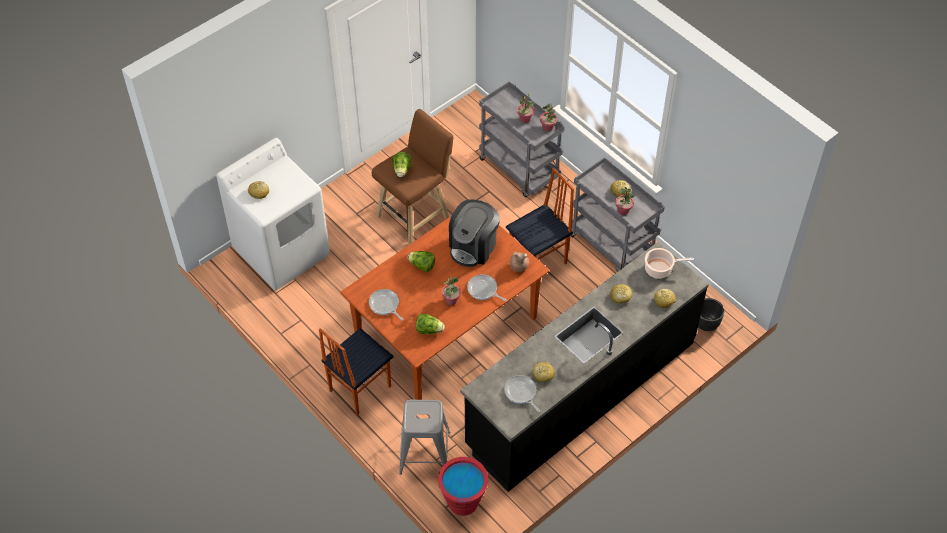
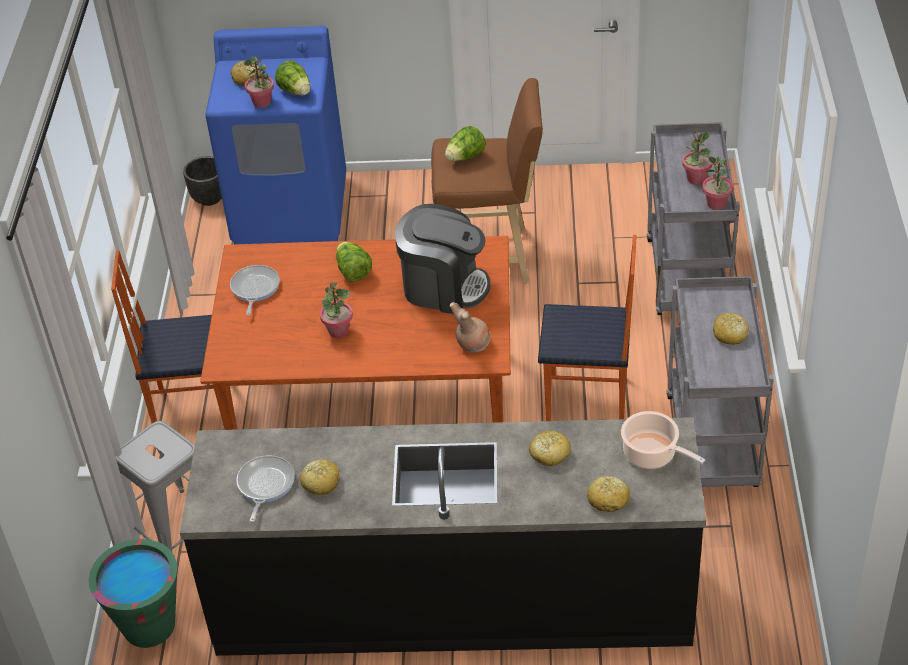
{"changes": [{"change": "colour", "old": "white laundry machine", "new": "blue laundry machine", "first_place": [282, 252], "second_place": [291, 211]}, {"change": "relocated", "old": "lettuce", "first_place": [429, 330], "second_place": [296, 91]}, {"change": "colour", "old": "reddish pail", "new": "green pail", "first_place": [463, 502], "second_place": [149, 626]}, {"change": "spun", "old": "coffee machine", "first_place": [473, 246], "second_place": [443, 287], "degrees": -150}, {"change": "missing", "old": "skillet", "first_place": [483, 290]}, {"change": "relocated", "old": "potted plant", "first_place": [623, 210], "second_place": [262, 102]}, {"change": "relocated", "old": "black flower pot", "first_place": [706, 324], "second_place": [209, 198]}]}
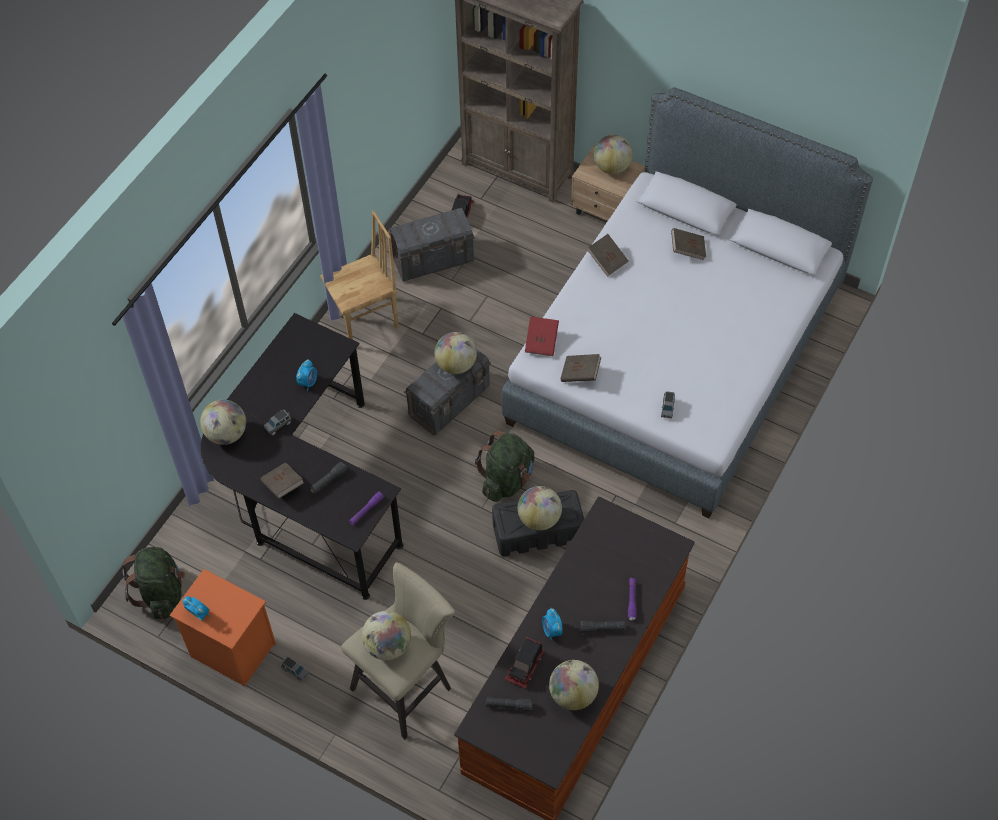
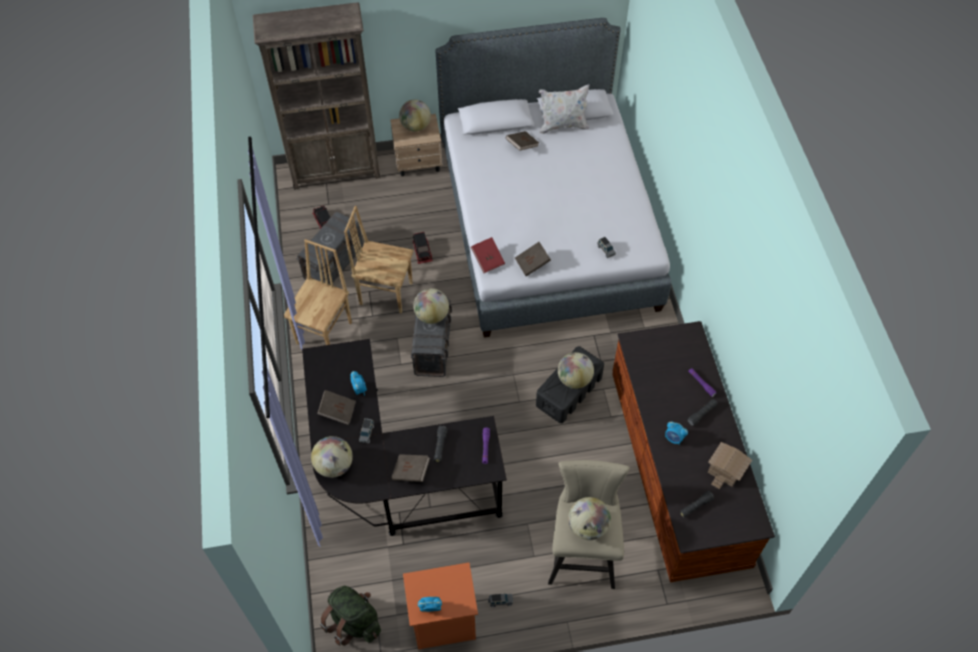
{"changes": [{"change": "missing", "old": "green backpack", "first_place": [507, 480]}, {"change": "relocated", "old": "toy truck", "first_place": [525, 666], "second_place": [423, 252]}, {"change": "exchanged", "old": "globe", "new": "toy house", "first_place": [573, 694], "second_place": [725, 469]}, {"change": "relocated", "old": "brownish volume", "first_place": [607, 260], "second_place": [337, 411]}, {"change": "appeared", "new": "brownish plain chair", "second_place": [386, 293]}, {"change": "appeared", "new": "white pillow", "second_place": [562, 125]}]}
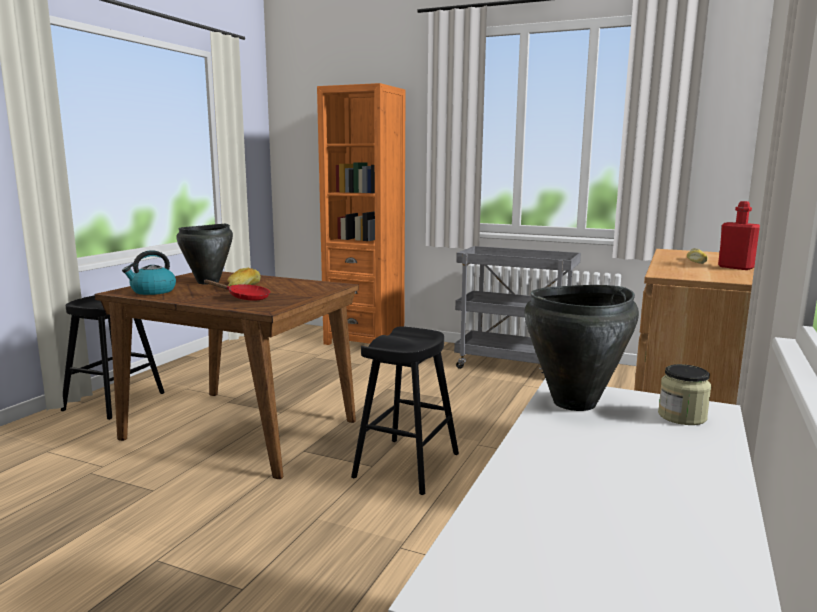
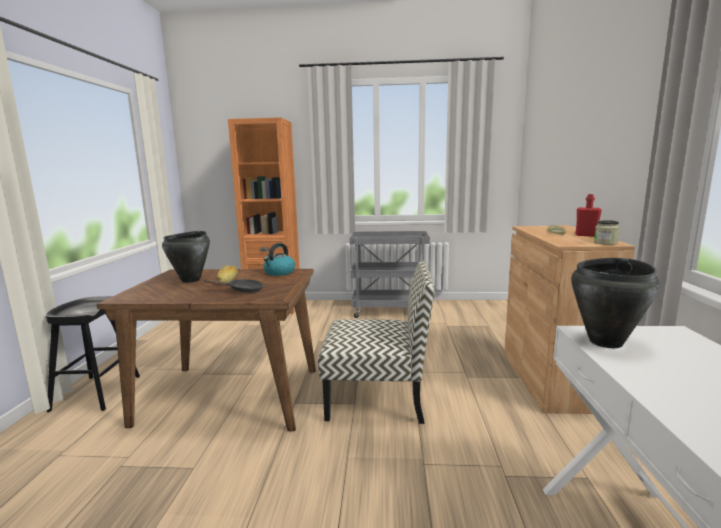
{"changes": [{"change": "relocated", "old": "tea kettle", "first_place": [152, 291], "second_place": [279, 272]}, {"change": "colour", "old": "reddish skillet", "new": "black skillet", "first_place": [244, 298], "second_place": [242, 290]}, {"change": "exchanged", "old": "black stool seat", "new": "plain chair", "first_place": [407, 465], "second_place": [378, 397]}, {"change": "relocated", "old": "storage jar", "first_place": [682, 416], "second_place": [605, 243]}]}
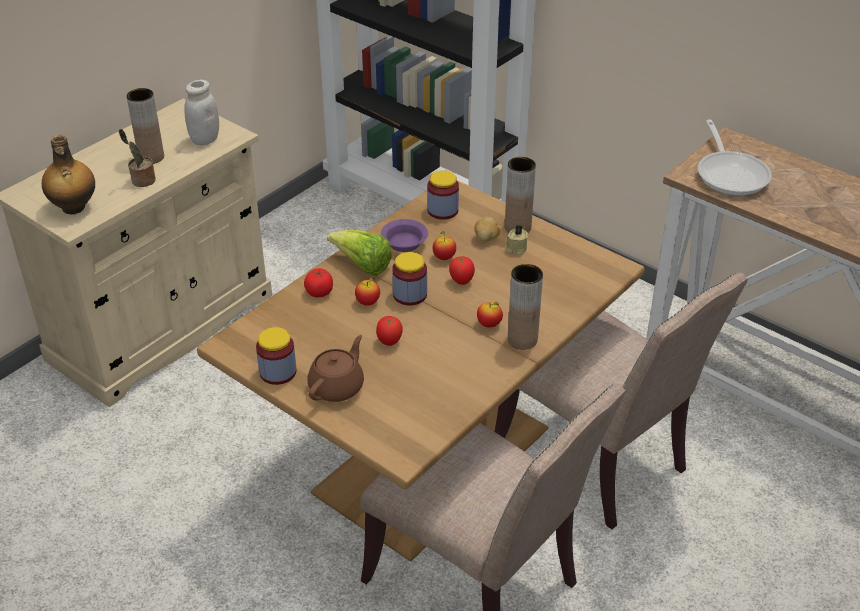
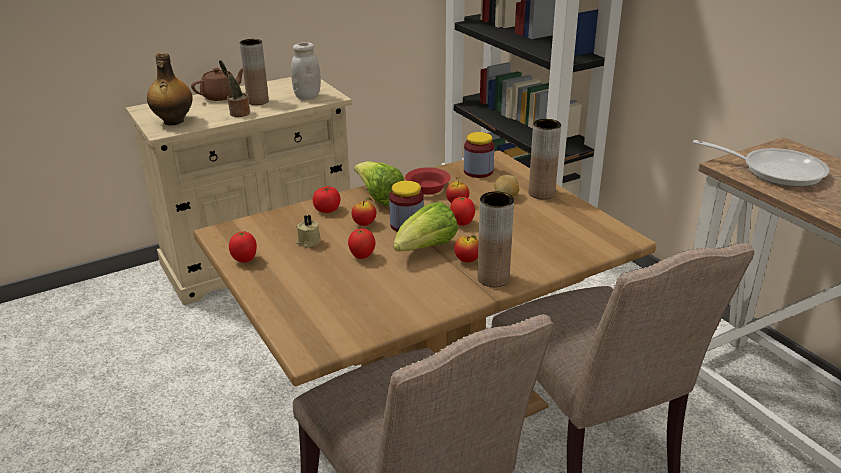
{"changes": [{"change": "exchanged", "old": "storage jar", "new": "fresh tomato", "first_place": [278, 372], "second_place": [245, 260]}, {"change": "relocated", "old": "brownish pot for tea", "first_place": [337, 387], "second_place": [221, 96]}, {"change": "colour", "old": "purple deep dish", "new": "reddish deep dish", "first_place": [403, 243], "second_place": [427, 188]}, {"change": "relocated", "old": "sand-coloured wax candle", "first_place": [516, 248], "second_place": [308, 242]}, {"change": "spun", "old": "skillet", "first_place": [731, 174], "second_place": [775, 171], "degrees": -75}, {"change": "appeared", "new": "lettuce", "second_place": [426, 249]}]}
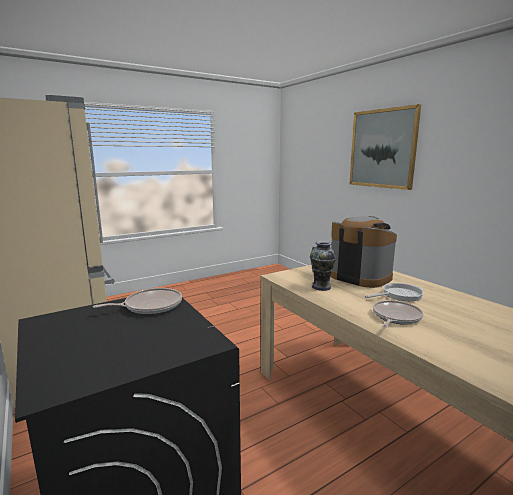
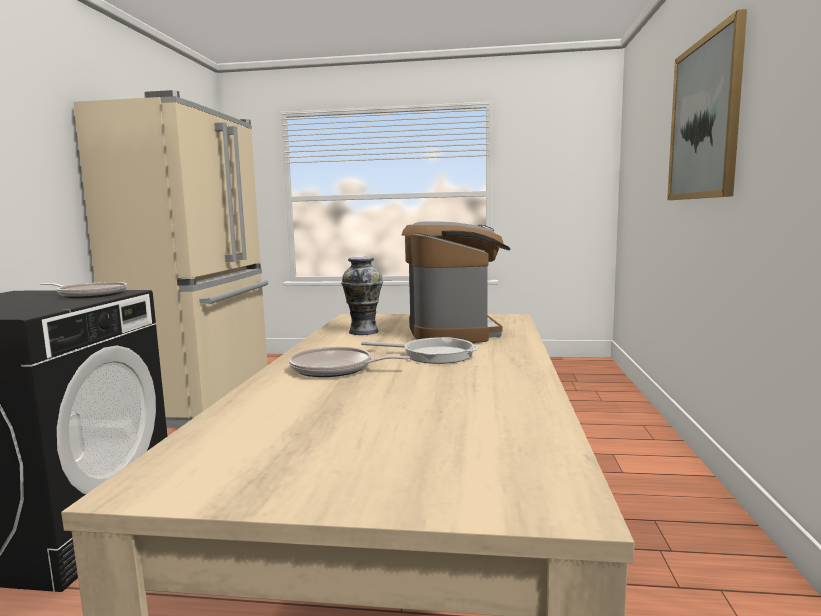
{"changes": [{"change": "spun", "old": "skillet", "first_place": [395, 317], "second_place": [336, 369], "degrees": -150}]}
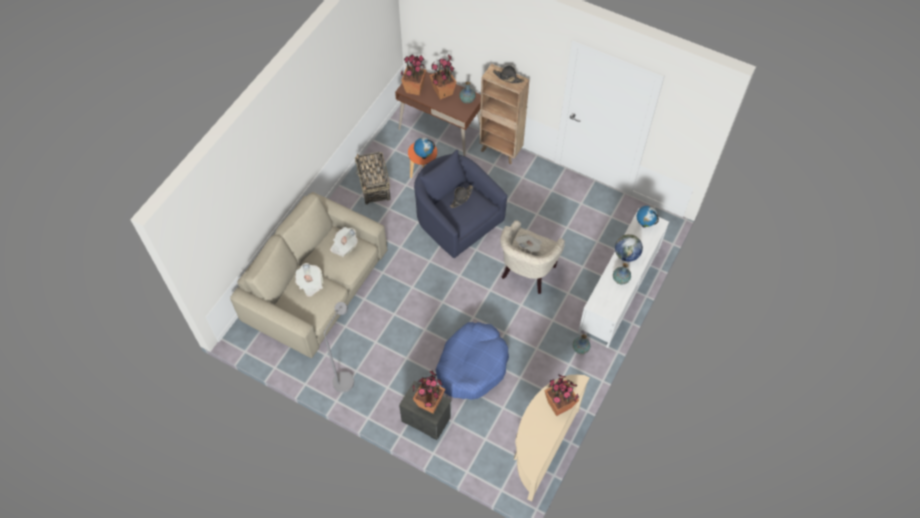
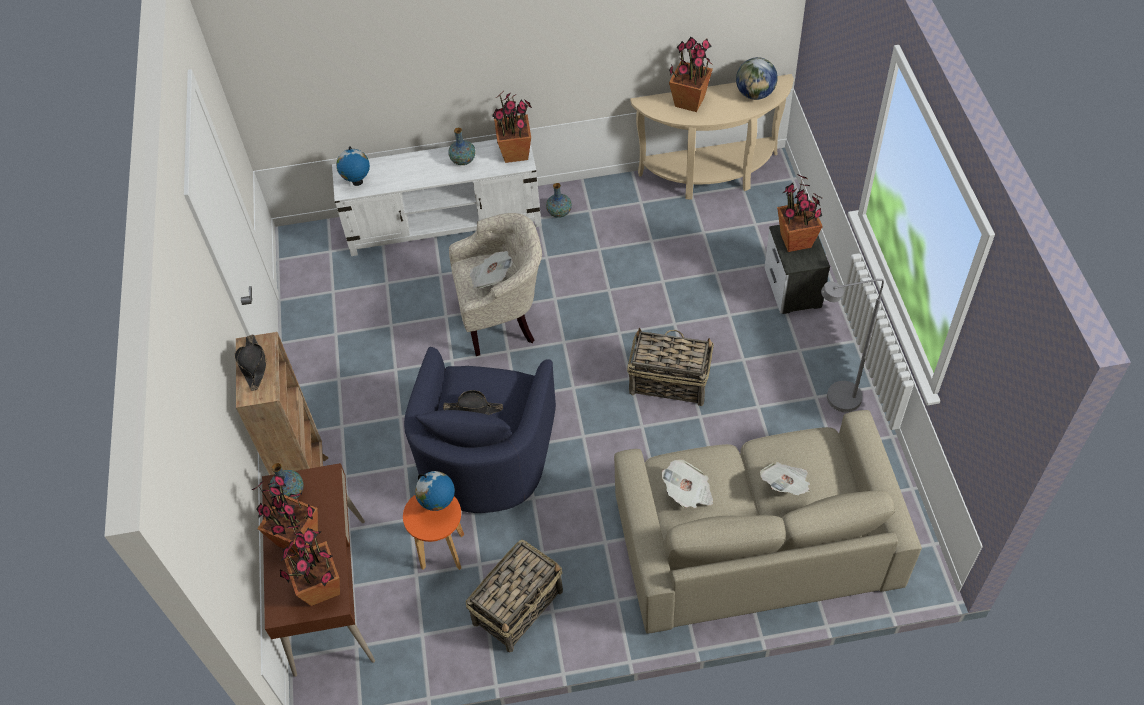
{"changes": [{"change": "missing", "old": "blue dog cushion", "first_place": [472, 365]}, {"change": "relocated", "old": "globe", "first_place": [626, 255], "second_place": [755, 94]}, {"change": "appeared", "new": "potted plant", "second_place": [515, 153]}, {"change": "appeared", "new": "household basket", "second_place": [668, 381]}]}
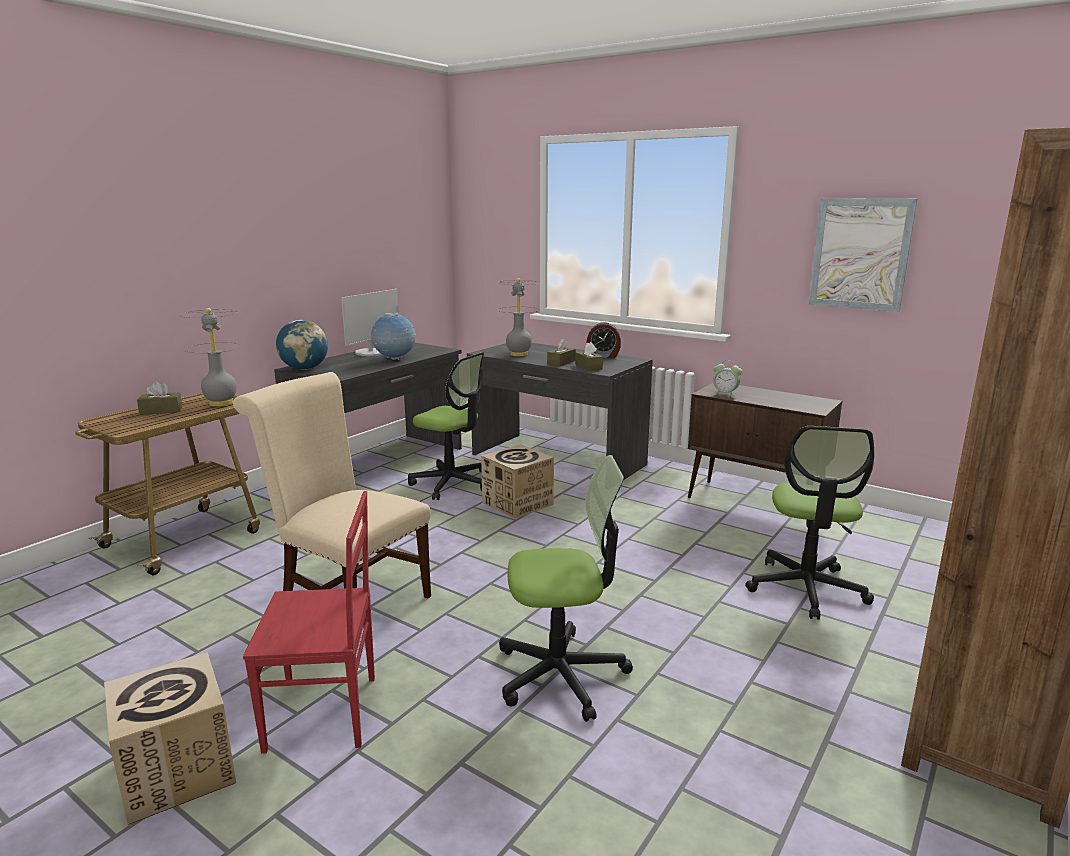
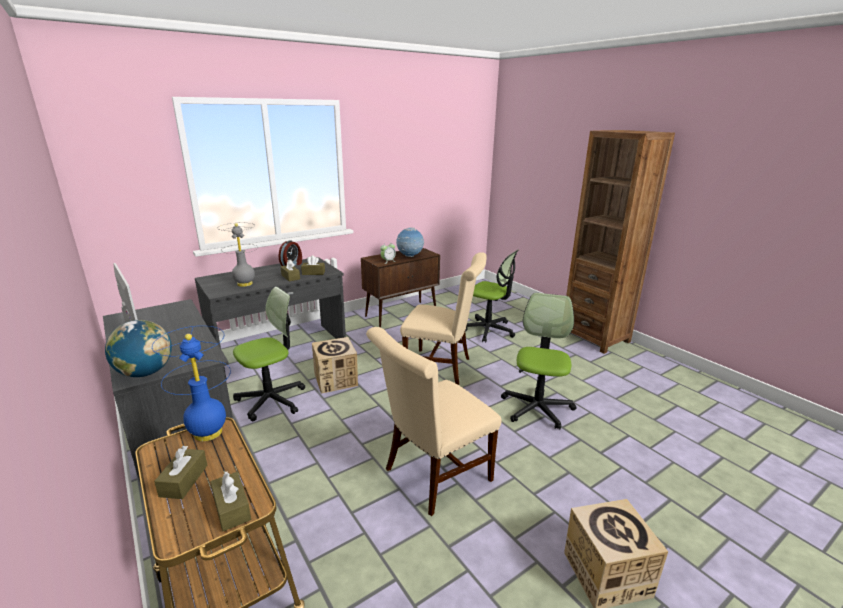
{"changes": [{"change": "colour", "old": "greyish table lamp", "new": "blue table lamp", "first_place": [221, 403], "second_place": [208, 432]}, {"change": "missing", "old": "reddish plain chair", "first_place": [324, 714]}, {"change": "relocated", "old": "globe", "first_place": [395, 359], "second_place": [410, 257]}, {"change": "missing", "old": "picture", "first_place": [860, 254]}, {"change": "appeared", "new": "brownish tissue box", "second_place": [232, 508]}, {"change": "appeared", "new": "sand-coloured plain chair", "second_place": [442, 367]}]}
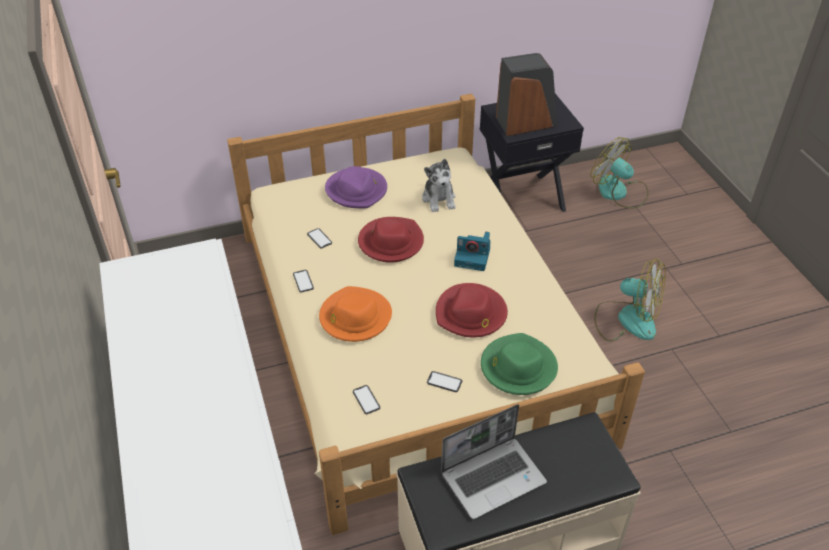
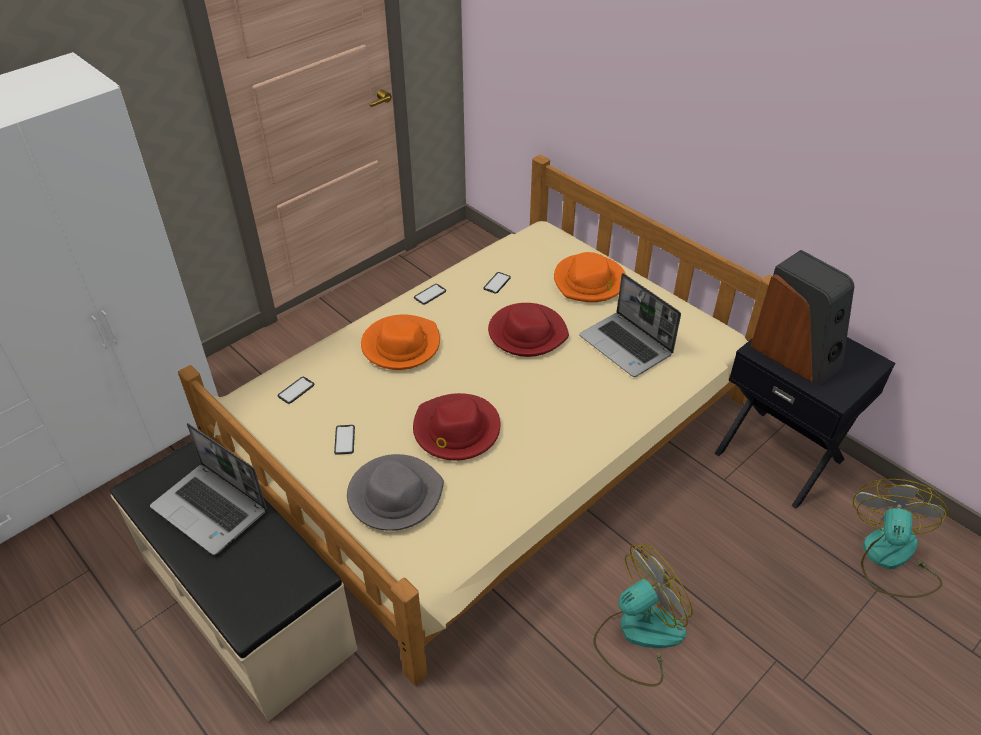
{"changes": [{"change": "colour", "old": "purple wearable hat", "new": "orangey wearable hat", "first_place": [357, 190], "second_place": [589, 282]}, {"change": "exchanged", "old": "plush toy", "new": "notebook computer", "first_place": [439, 199], "second_place": [627, 346]}, {"change": "missing", "old": "still camera", "first_place": [473, 257]}, {"change": "colour", "old": "green wearable hat", "new": "greyish wearable hat", "first_place": [518, 367], "second_place": [394, 495]}, {"change": "spun", "old": "electric fan", "first_place": [626, 319], "second_place": [638, 635], "degrees": -120}]}
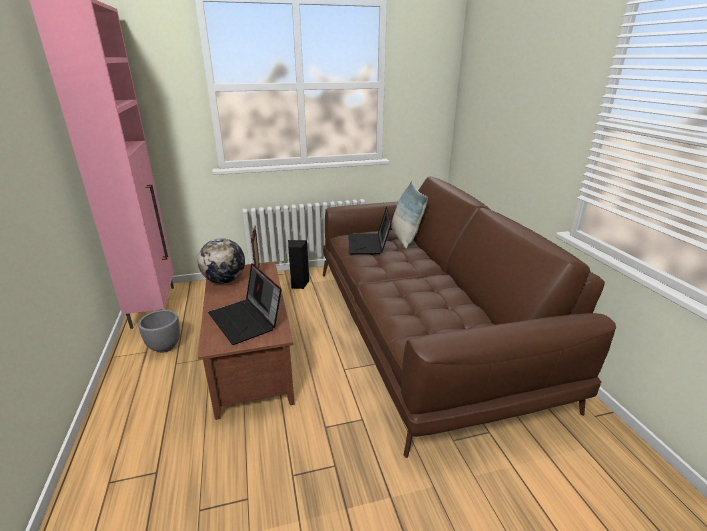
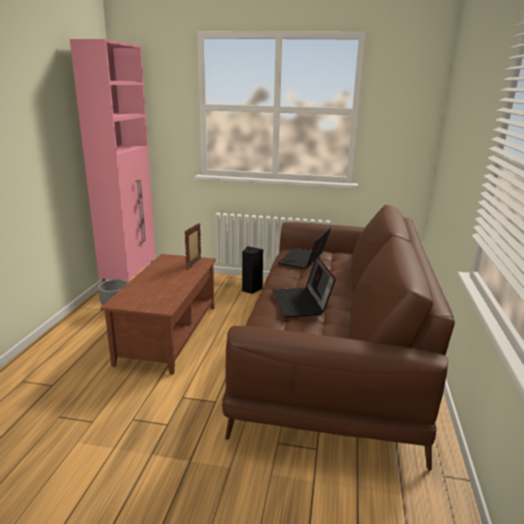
{"changes": [{"change": "missing", "old": "globe", "first_place": [225, 280]}, {"change": "relocated", "old": "notebook computer", "first_place": [247, 320], "second_place": [301, 303]}, {"change": "missing", "old": "pillow", "first_place": [405, 238]}]}
